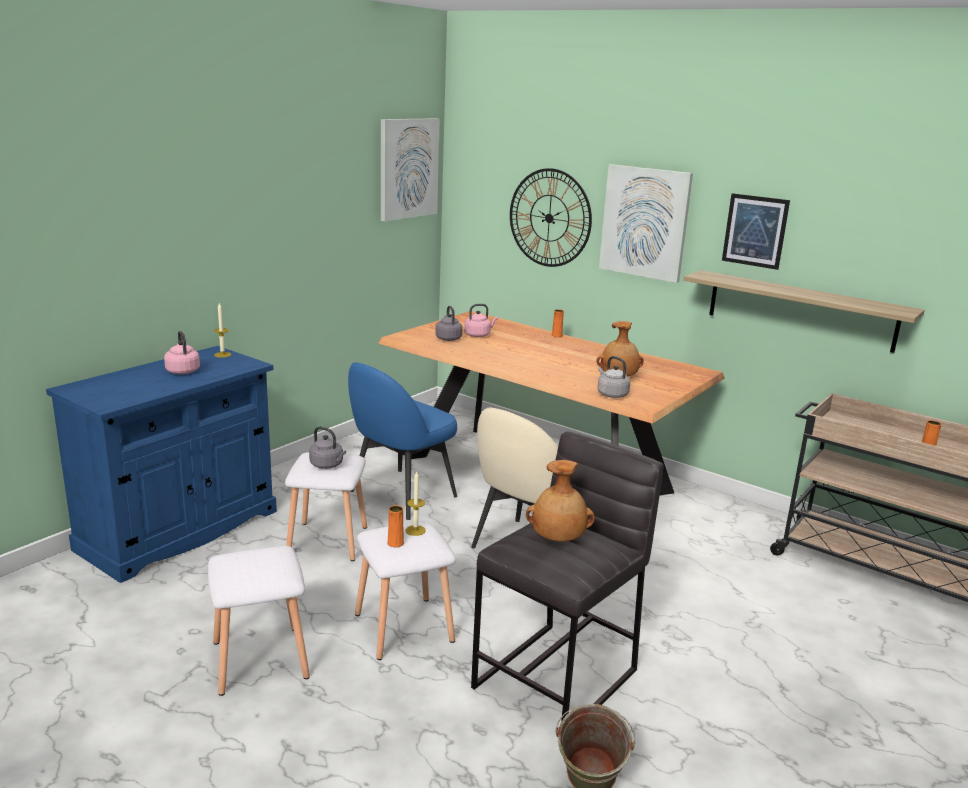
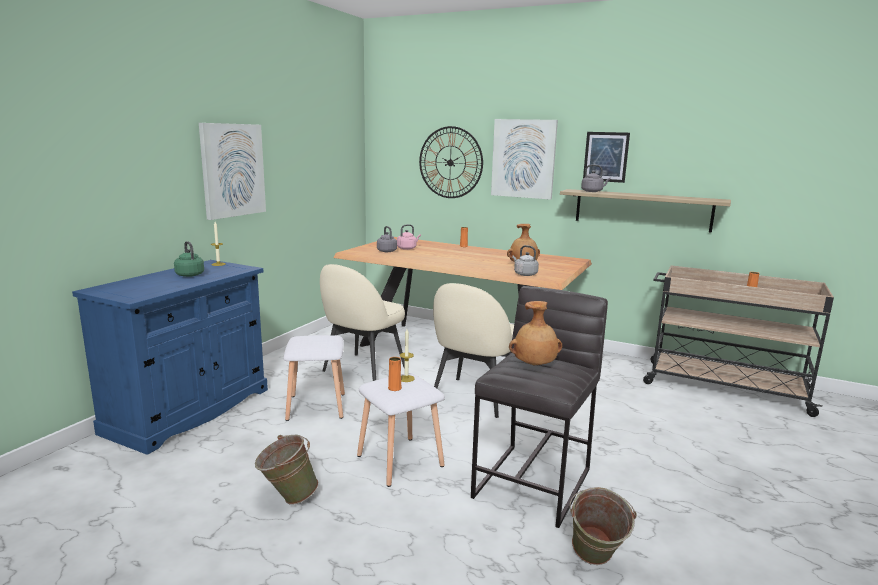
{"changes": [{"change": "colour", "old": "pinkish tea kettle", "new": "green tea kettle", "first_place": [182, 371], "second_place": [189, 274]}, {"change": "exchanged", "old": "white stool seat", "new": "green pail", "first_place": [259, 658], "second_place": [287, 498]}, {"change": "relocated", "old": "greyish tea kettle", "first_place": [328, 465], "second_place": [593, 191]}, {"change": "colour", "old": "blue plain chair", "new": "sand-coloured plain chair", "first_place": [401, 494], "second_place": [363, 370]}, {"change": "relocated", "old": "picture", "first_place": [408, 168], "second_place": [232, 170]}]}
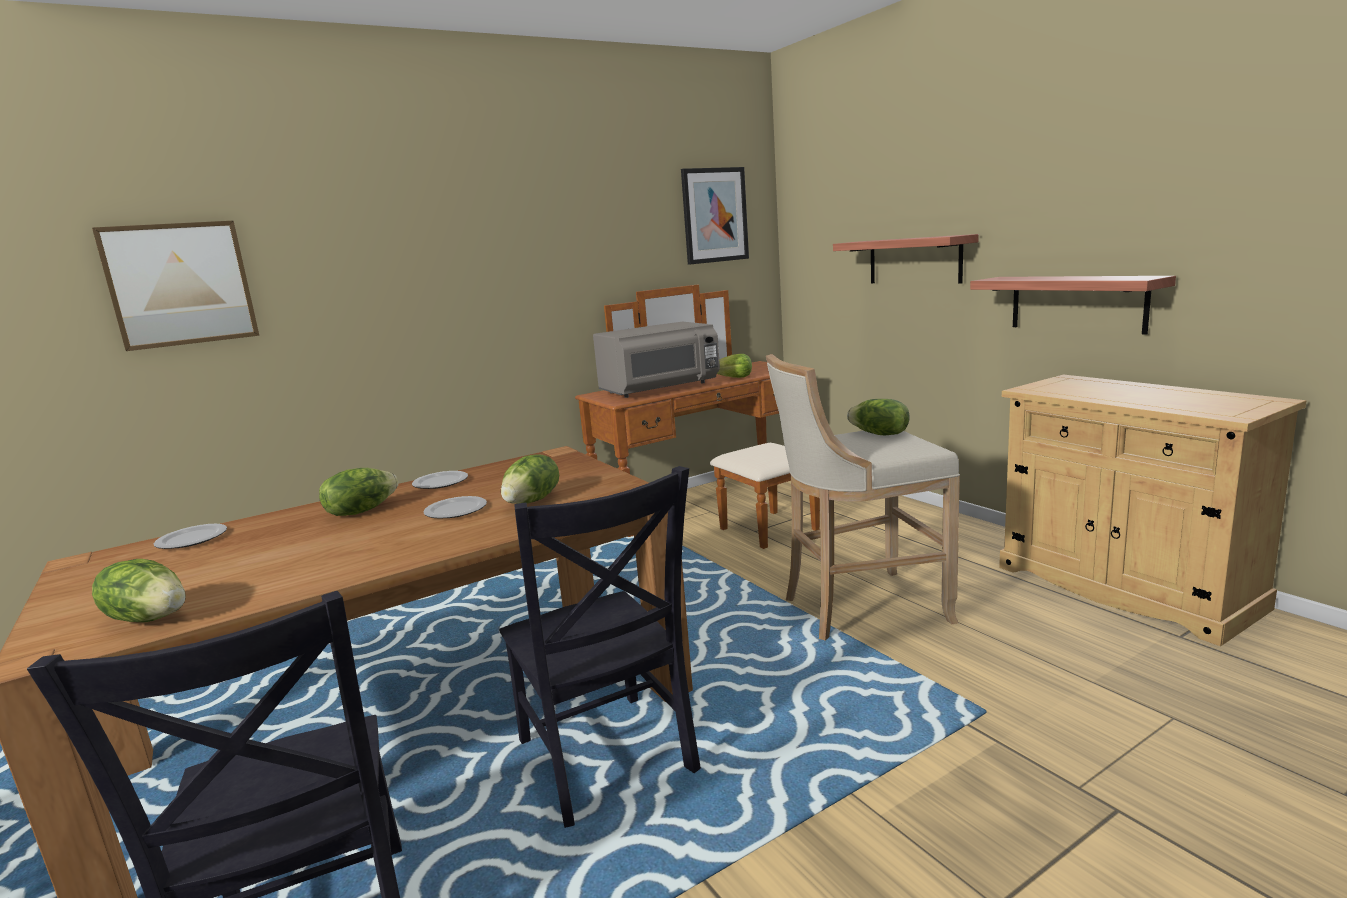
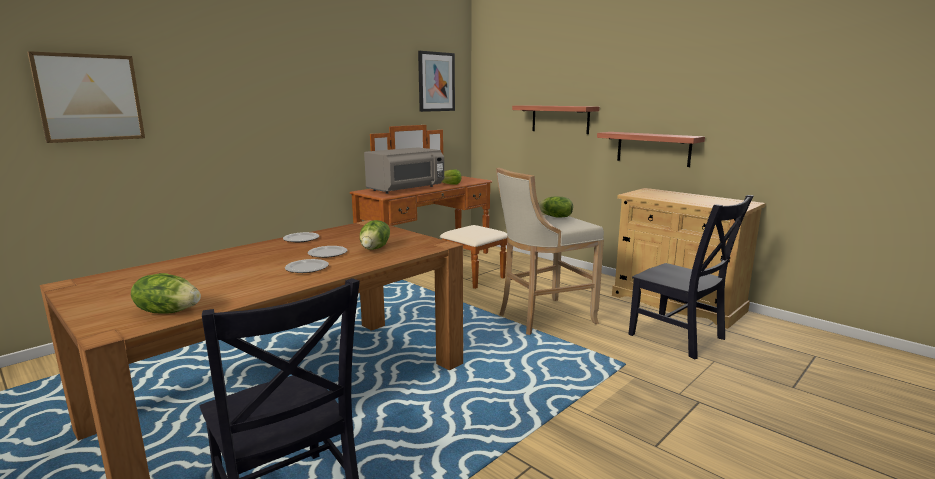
{"changes": [{"change": "relocated", "old": "plate", "first_place": [191, 539], "second_place": [306, 268]}, {"change": "missing", "old": "lettuce", "first_place": [361, 511]}, {"change": "relocated", "old": "black plain chair", "first_place": [607, 761], "second_place": [680, 338]}]}
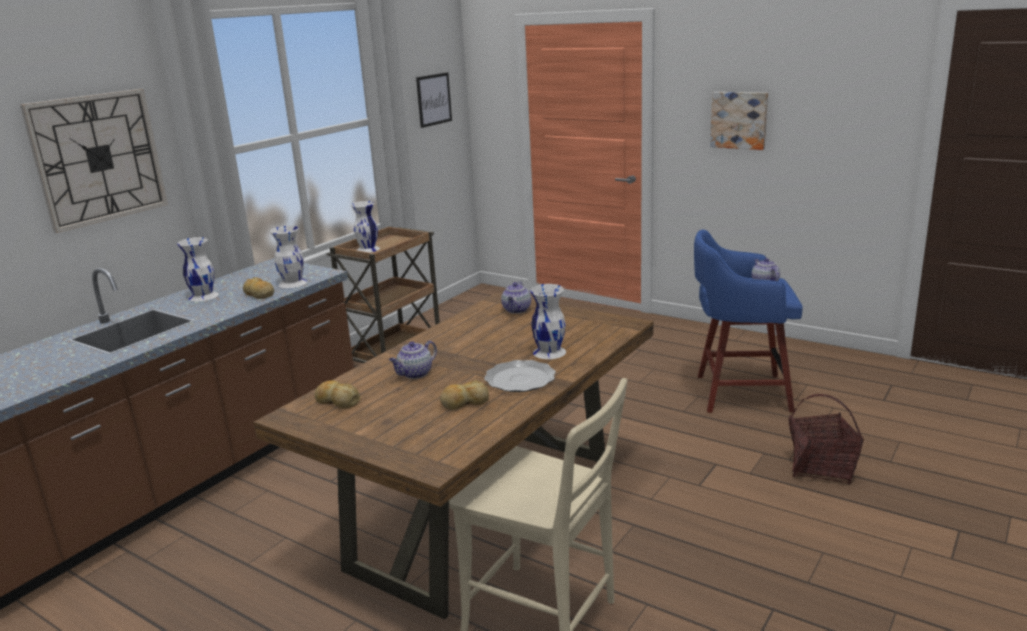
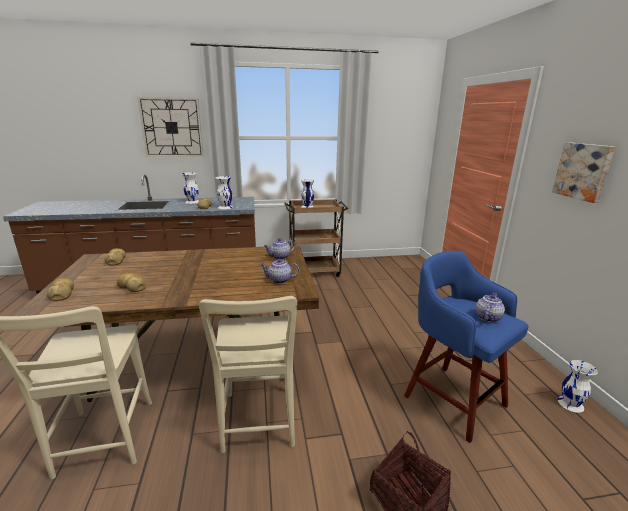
{"changes": [{"change": "relocated", "old": "pot for tea", "first_place": [415, 374], "second_place": [279, 280]}, {"change": "missing", "old": "picture", "first_place": [434, 99]}, {"change": "missing", "old": "plate", "first_place": [520, 379]}, {"change": "relocated", "old": "white flower vase", "first_place": [549, 352], "second_place": [570, 403]}, {"change": "appeared", "new": "bread", "second_place": [62, 294]}, {"change": "appeared", "new": "sand-coloured plain chair", "second_place": [258, 423]}]}
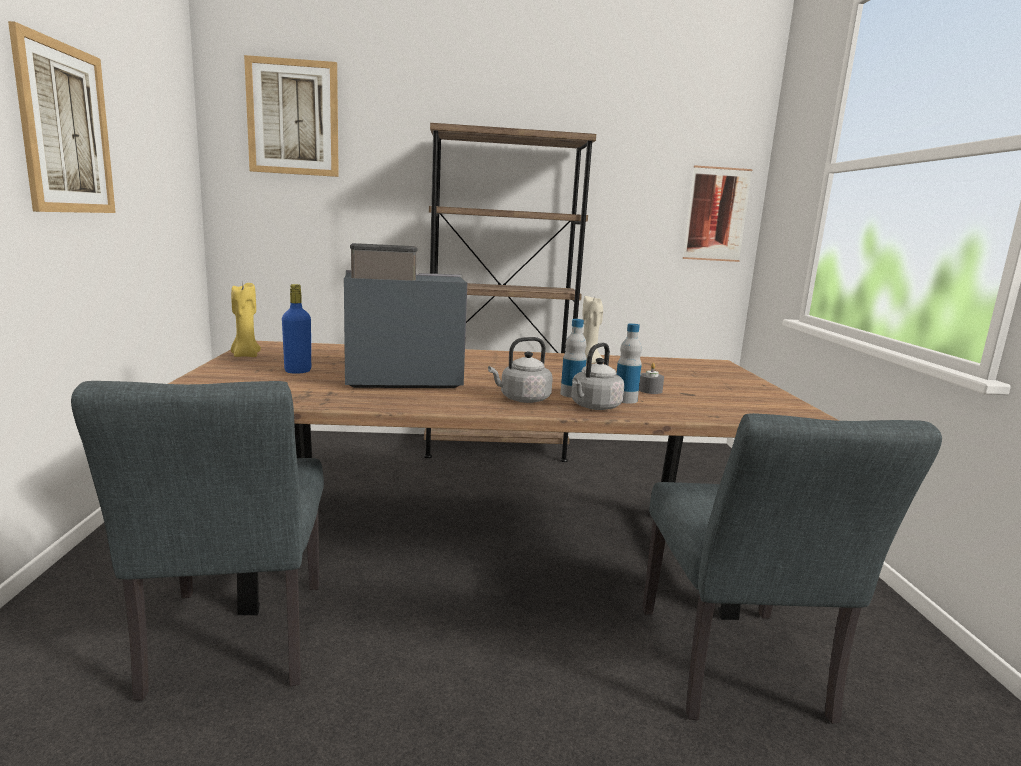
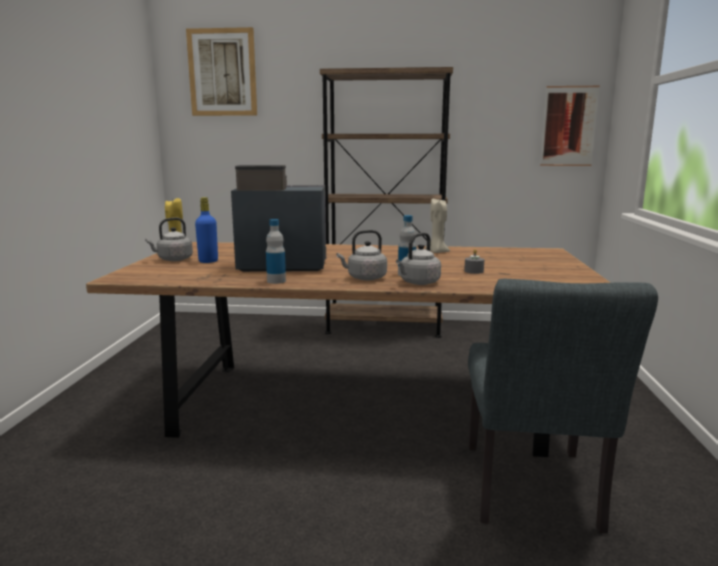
{"changes": [{"change": "missing", "old": "picture", "first_place": [66, 129]}, {"change": "missing", "old": "greyish plain chair", "first_place": [233, 646]}, {"change": "relocated", "old": "bottle", "first_place": [625, 400], "second_place": [276, 281]}, {"change": "appeared", "new": "greyish tea kettle", "second_place": [173, 259]}]}
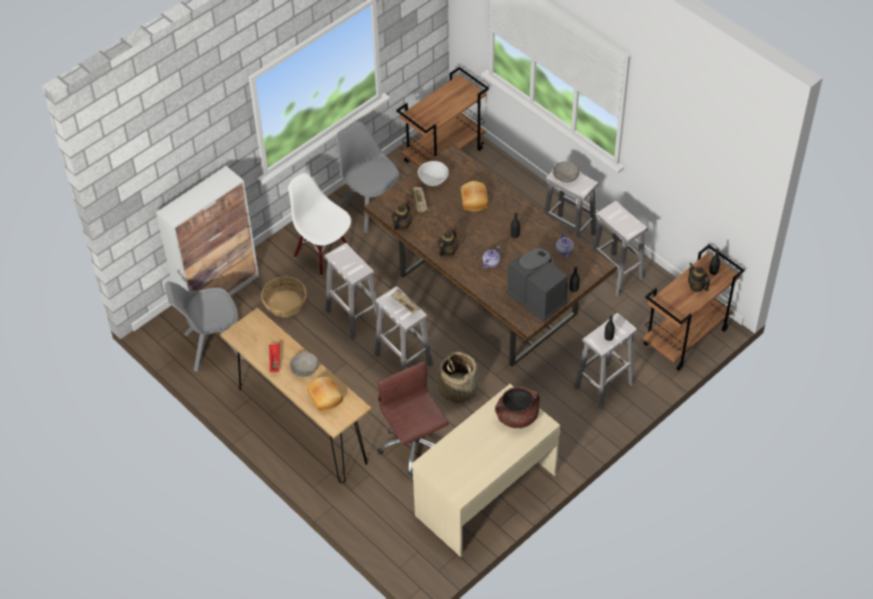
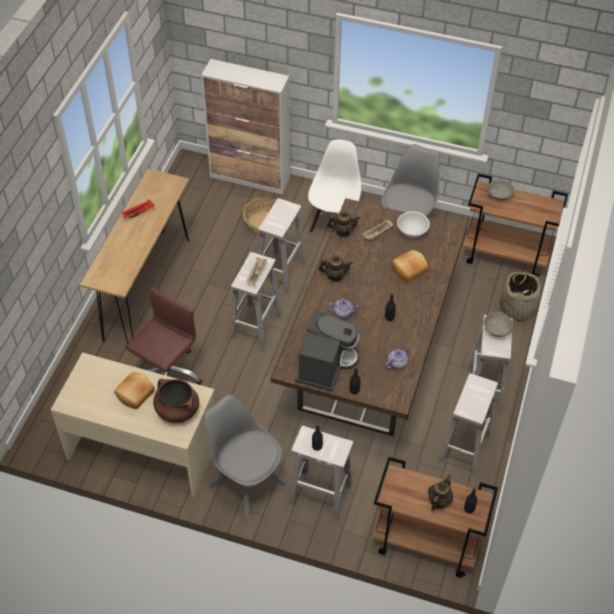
{"changes": [{"change": "relocated", "old": "greyish plain chair", "first_place": [212, 346], "second_place": [246, 482]}, {"change": "relocated", "old": "greyish deep dish", "first_place": [304, 369], "second_place": [499, 195]}, {"change": "relocated", "old": "bread", "first_place": [326, 397], "second_place": [136, 394]}, {"change": "relocated", "old": "household basket", "first_place": [457, 388], "second_place": [517, 307]}]}
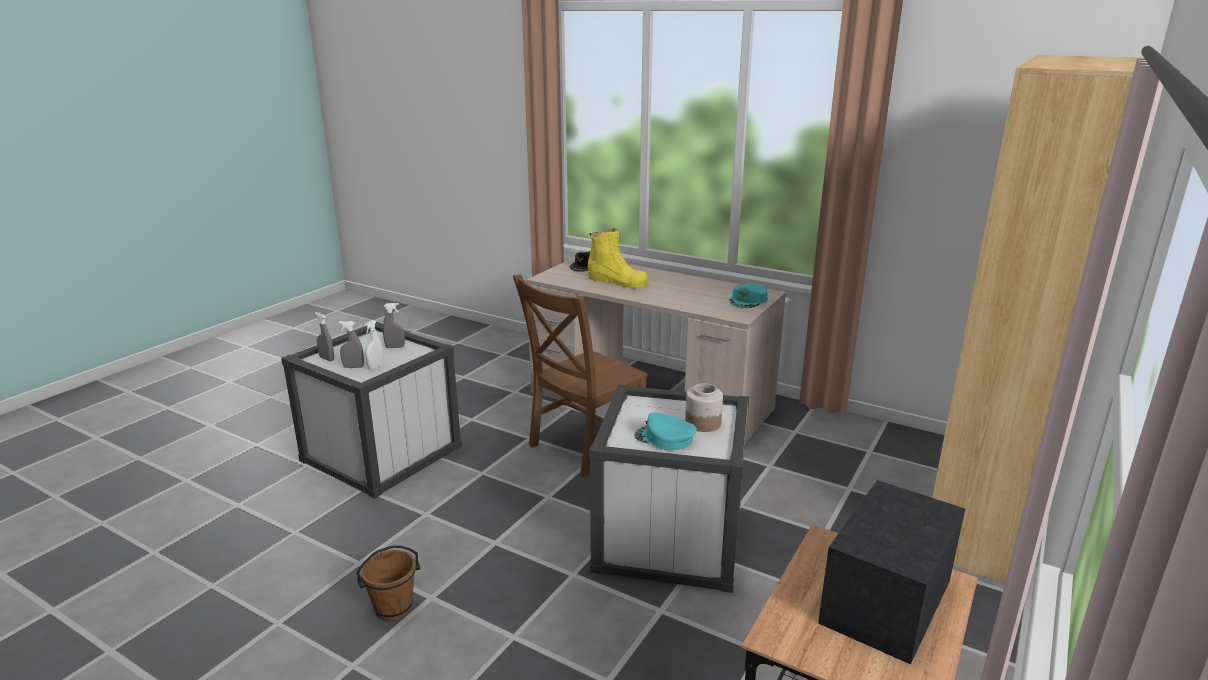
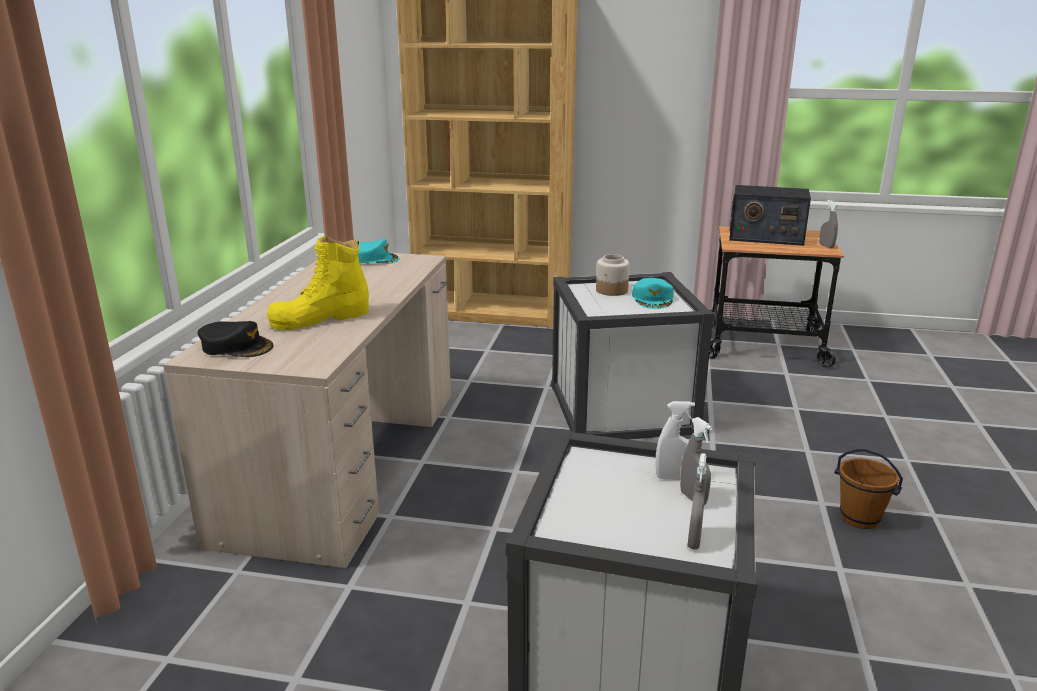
{"changes": [{"change": "relocated", "old": "greyish spray bottle", "first_place": [395, 347], "second_place": [826, 246]}, {"change": "missing", "old": "brownish plain chair", "first_place": [583, 446]}, {"change": "spun", "old": "yellow boot", "first_place": [617, 281], "second_place": [320, 318], "degrees": -135}]}
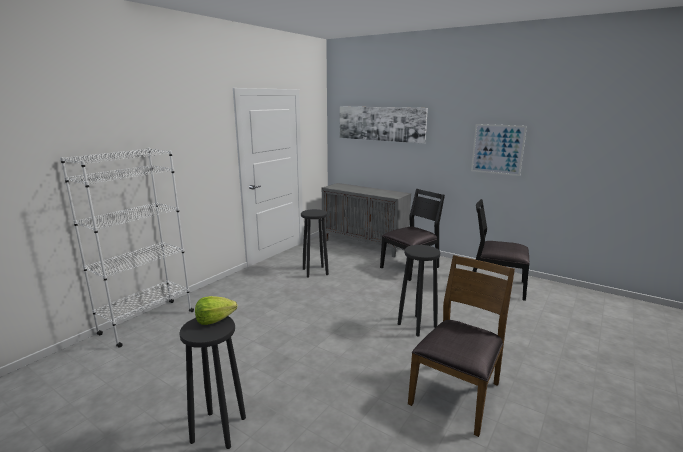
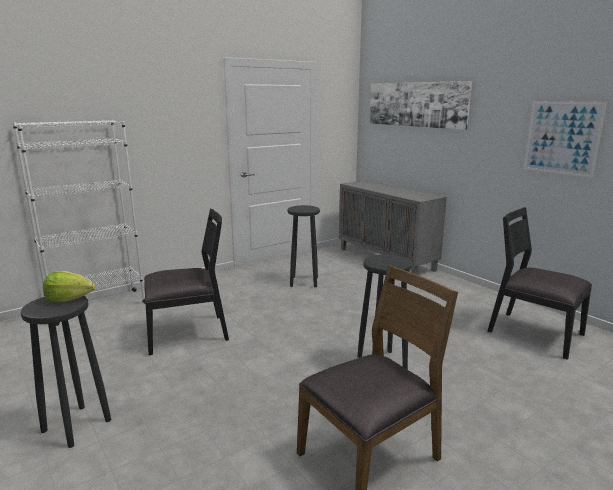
{"changes": [{"change": "relocated", "old": "black plain chair", "first_place": [410, 267], "second_place": [187, 333]}]}
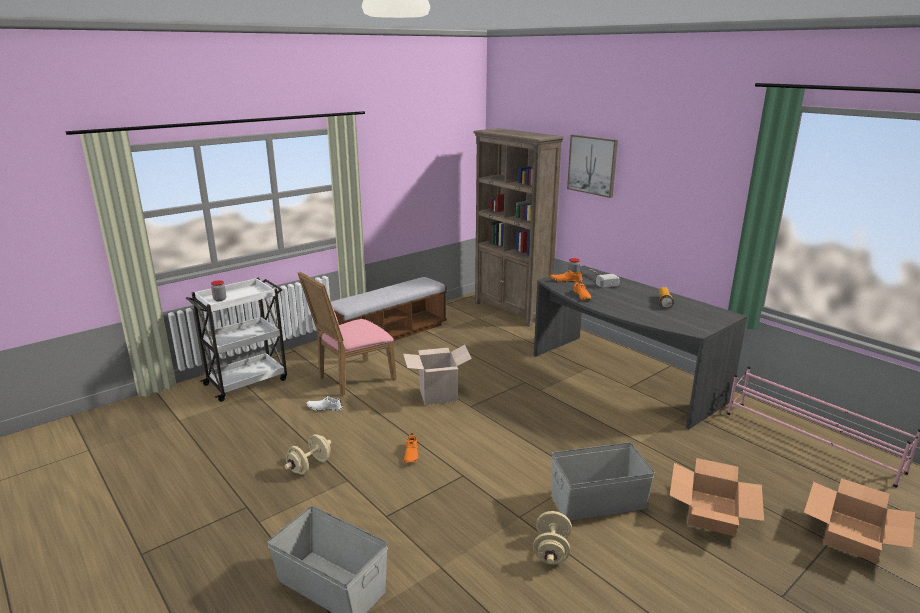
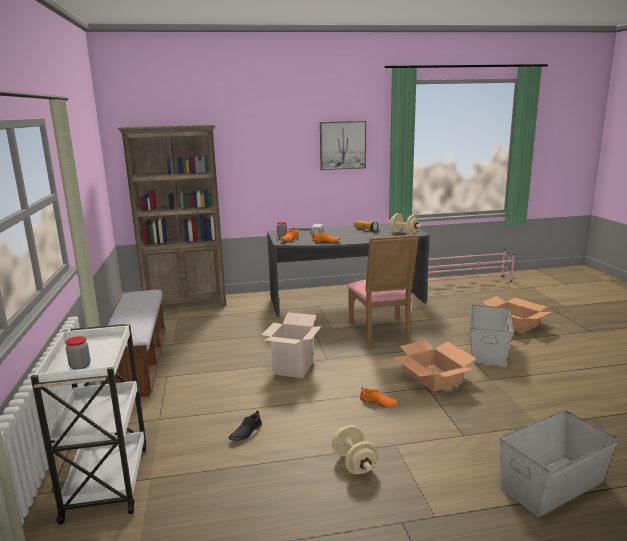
{"changes": [{"change": "relocated", "old": "pinkish plain chair", "first_place": [352, 378], "second_place": [381, 332]}, {"change": "colour", "old": "white shoe", "new": "black shoe", "first_place": [324, 408], "second_place": [245, 432]}, {"change": "relocated", "old": "sand-coloured dumbbell", "first_place": [551, 551], "second_place": [404, 233]}, {"change": "relocated", "old": "picture", "first_place": [592, 165], "second_place": [342, 145]}, {"change": "relocated", "old": "packing box", "first_place": [852, 535], "second_place": [433, 377]}]}
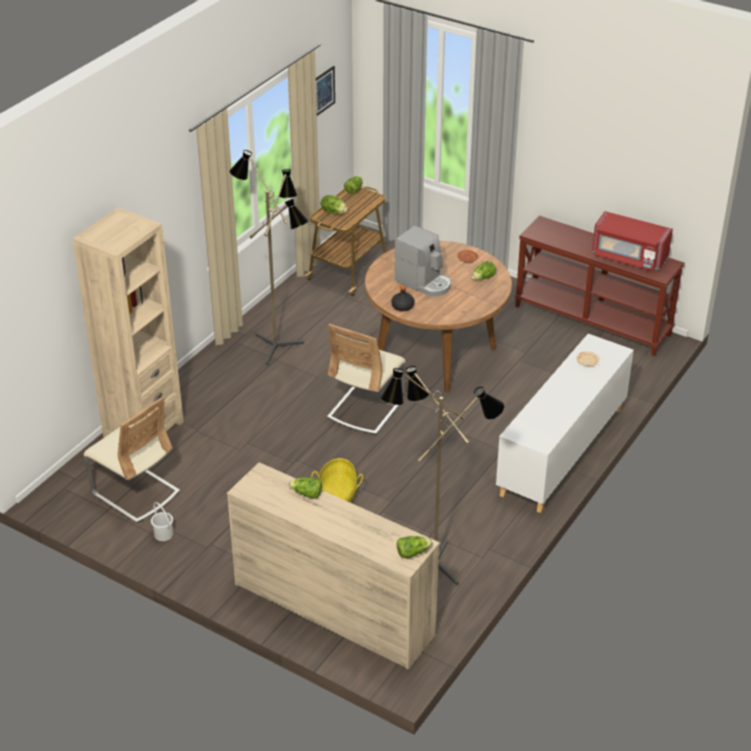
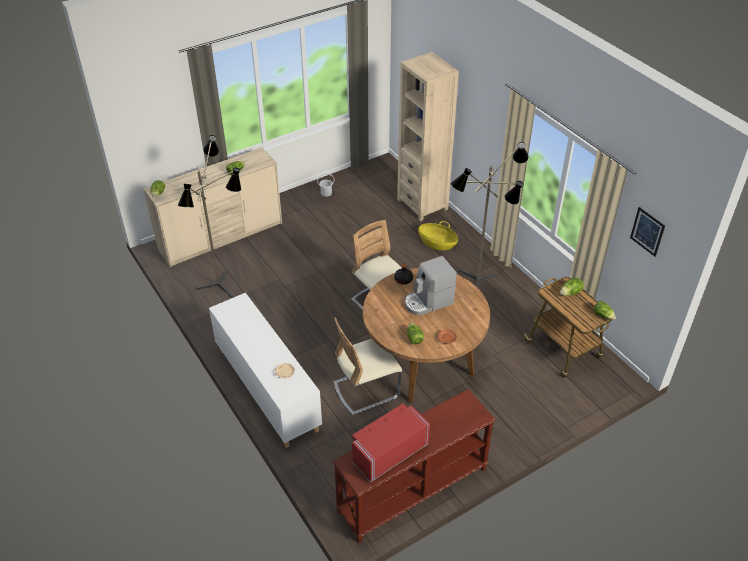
{"changes": [{"change": "relocated", "old": "sand-coloured plain chair", "first_place": [135, 493], "second_place": [366, 390]}, {"change": "relocated", "old": "household basket", "first_place": [337, 495], "second_place": [437, 243]}]}
